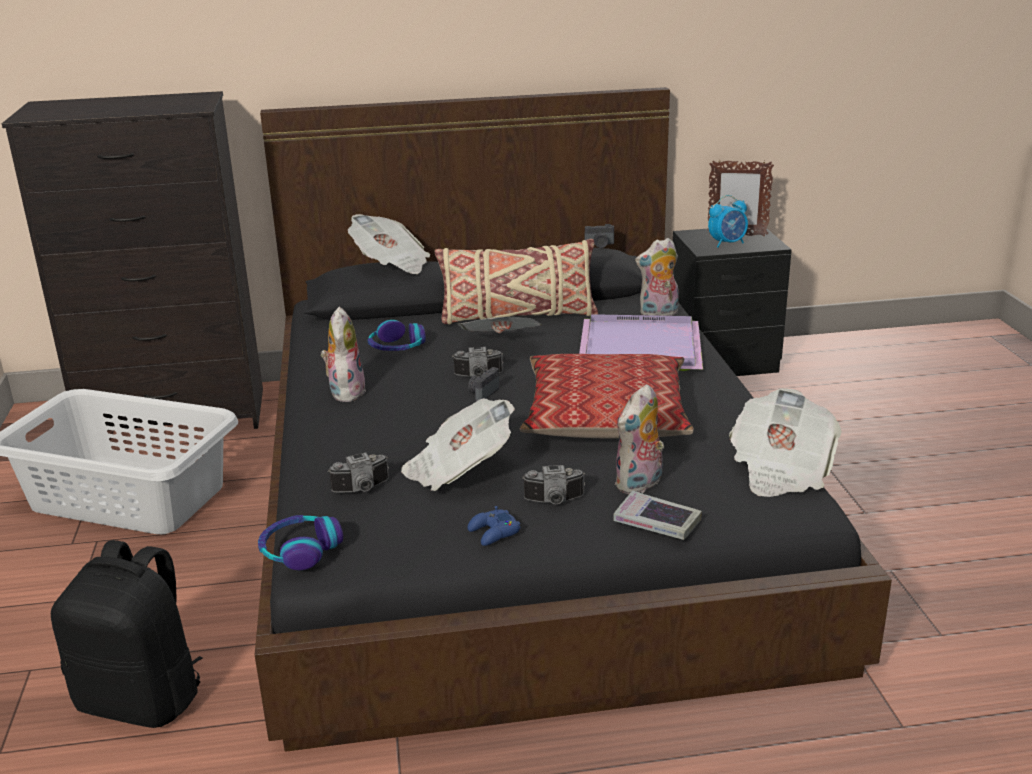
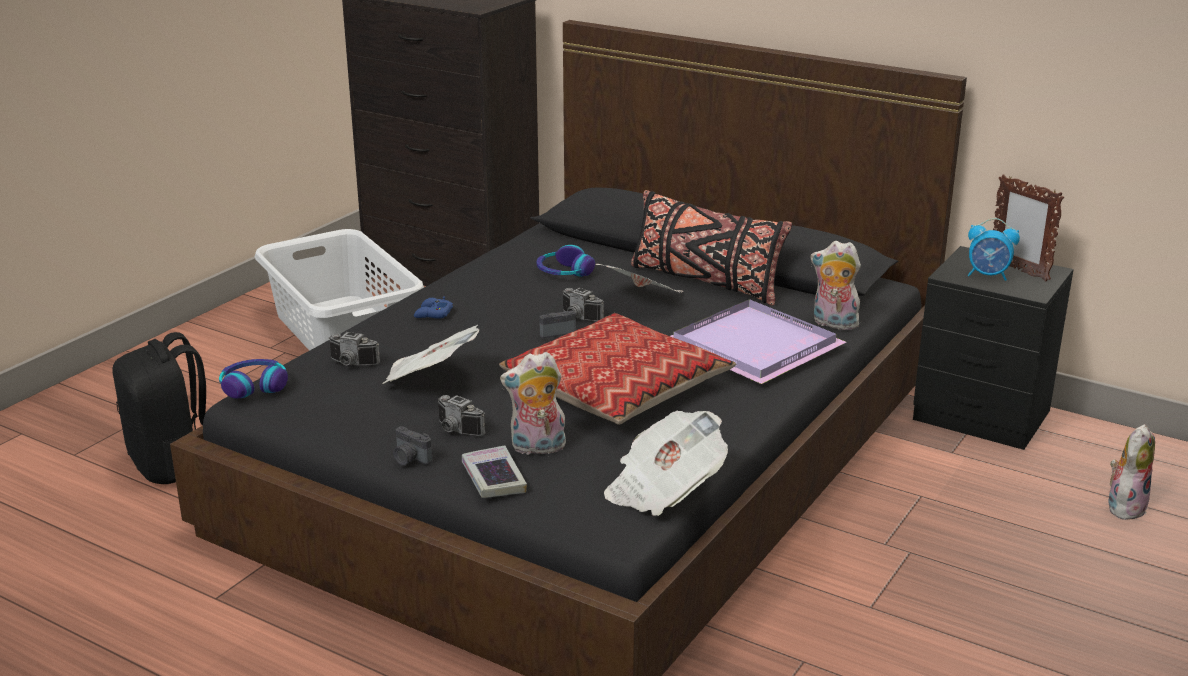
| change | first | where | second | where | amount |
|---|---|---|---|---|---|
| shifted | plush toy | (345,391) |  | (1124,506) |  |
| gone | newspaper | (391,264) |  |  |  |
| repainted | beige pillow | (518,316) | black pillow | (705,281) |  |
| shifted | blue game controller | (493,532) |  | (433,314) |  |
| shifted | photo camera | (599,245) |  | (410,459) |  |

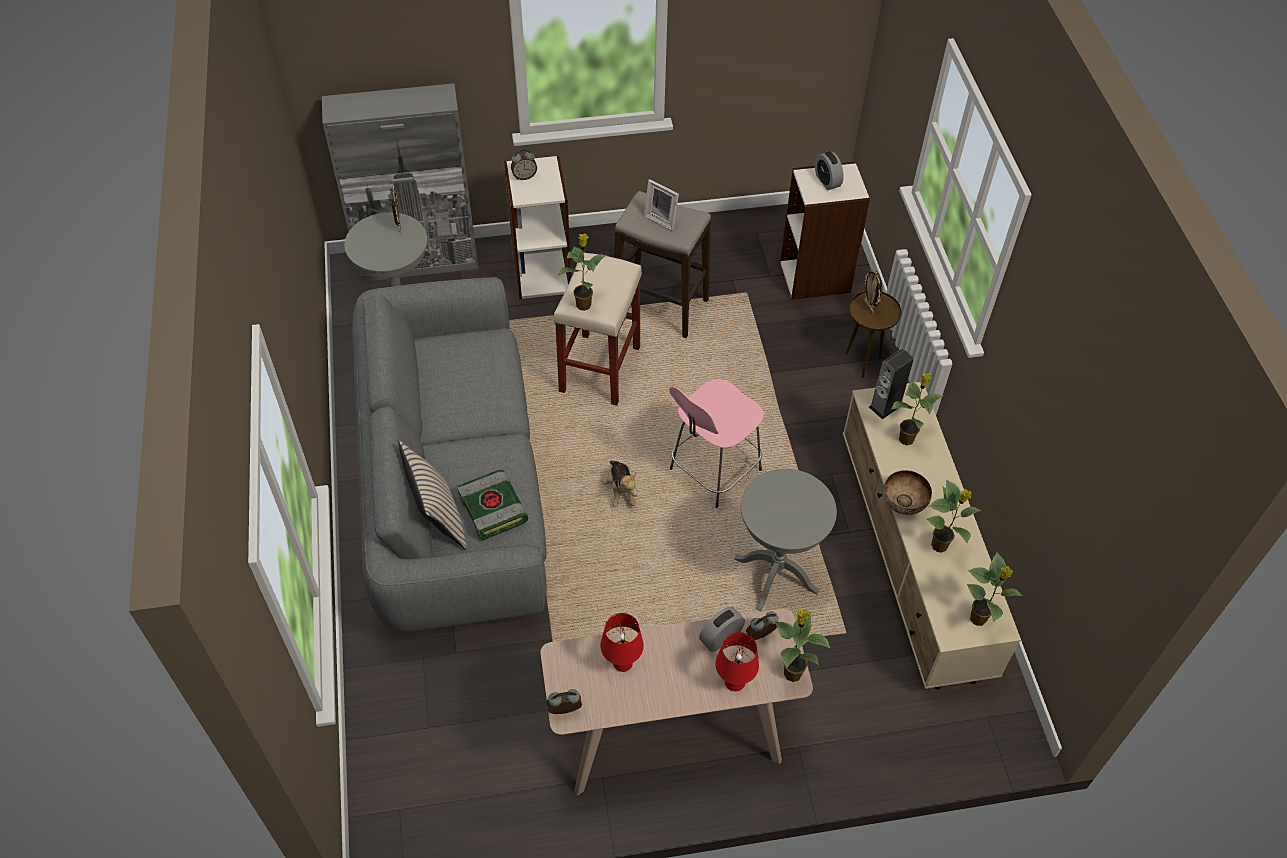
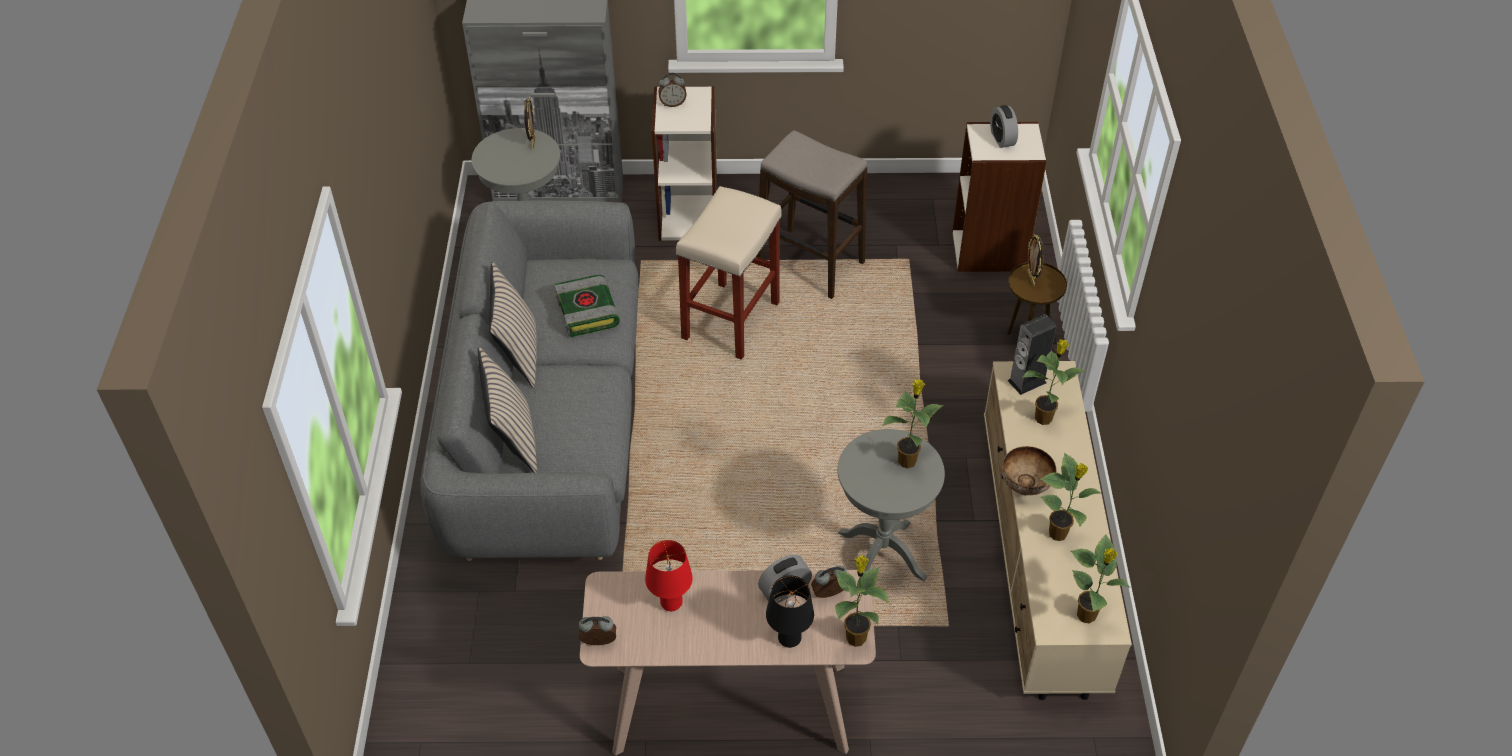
| change | first | where | second | where | amount |
|---|---|---|---|---|---|
| shifted | book | (494,509) |  | (588,312) |  |
| shifted | potted plant | (584,304) |  | (907,460) |  |
| gone | plush toy | (621,490) |  |  |  |
| gone | picture frame | (662,218) |  |  |  |
| gone | pink stool | (713,472) |  |  |  |
| repainted | red table lamp | (734,683) | black table lamp | (789,639) |  |
| new |  |  | beige pillow | (518,354) |  |

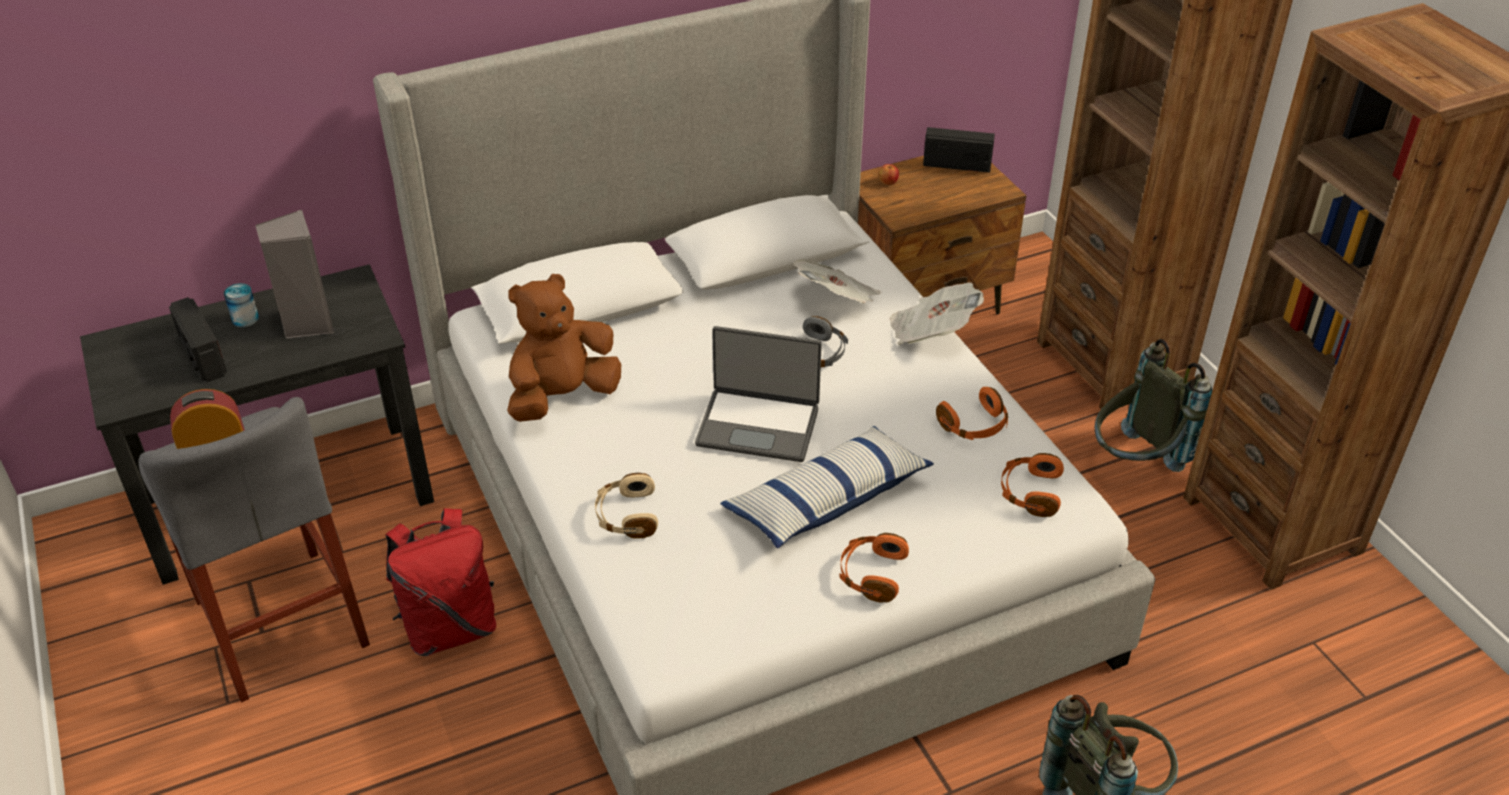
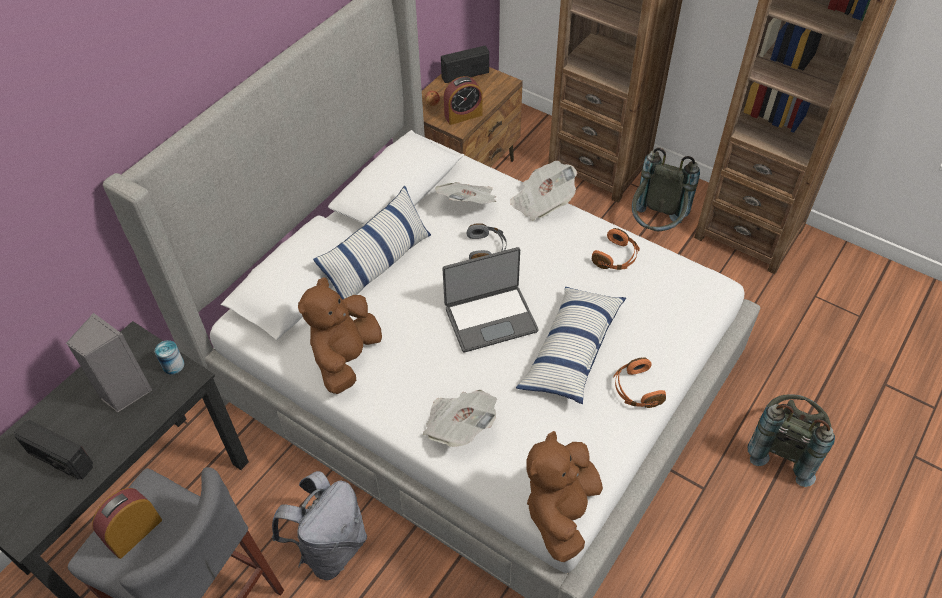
| change | first | where | second | where | amount |
|---|---|---|---|---|---|
| shifted | can | (245,319) |  | (173,365) |  |
| repainted | red backpack | (450,627) | grey backpack | (330,547) |  |
| swapped | beige headphones | (626,516) | newspaper | (459,426) |  |
| gone | orange headphones | (1029,493) |  |  |  |
| new |  |  | pillow | (378,265) |  |
| new |  |  | alarm clock | (463,115) |  |
| new |  |  | brown plush toy | (561,511) |  |

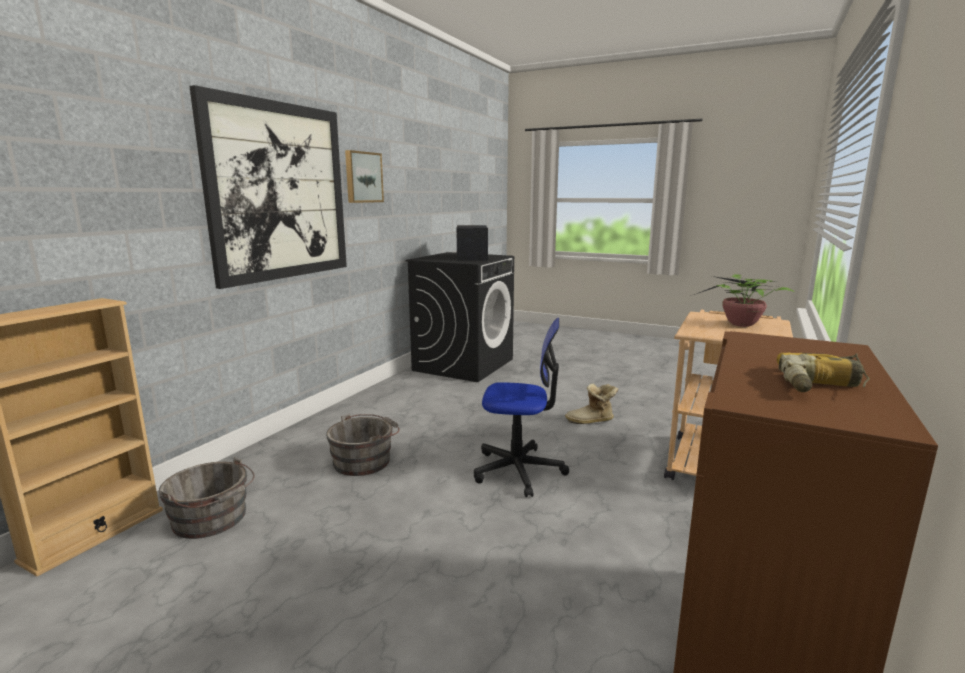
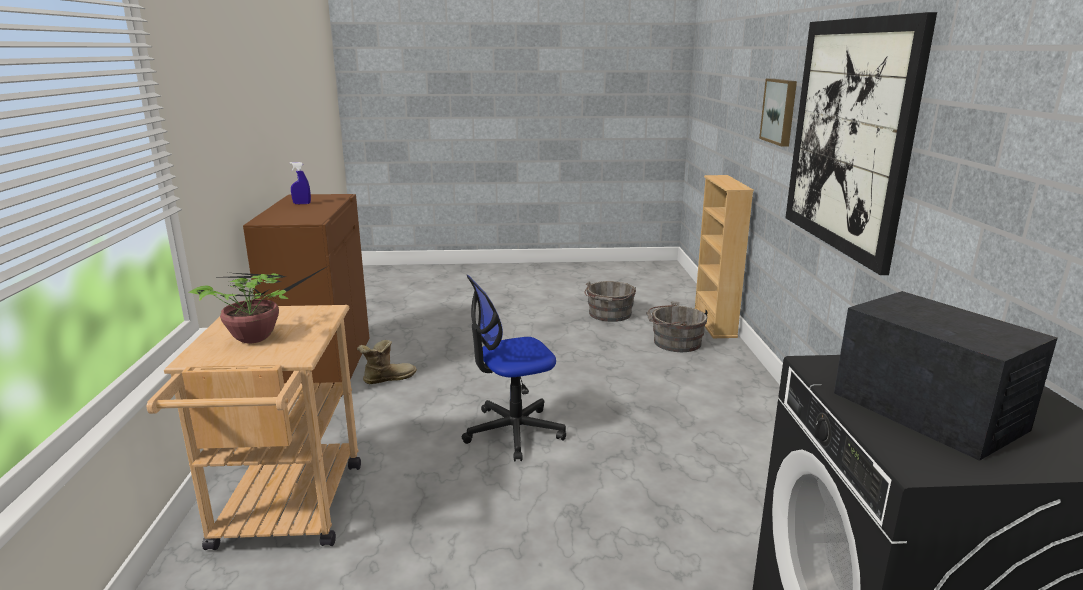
| change | first | where | second | where | amount |
|---|---|---|---|---|---|
| shifted | grey bucket | (365,461) |  | (609,315) |  |
| shifted | picture | (363,177) |  | (780,111) |  |
| shifted | boot | (591,421) |  | (387,378) |  |
| swapped | power drill | (822,384) | blue spray bottle | (302,204) |  |

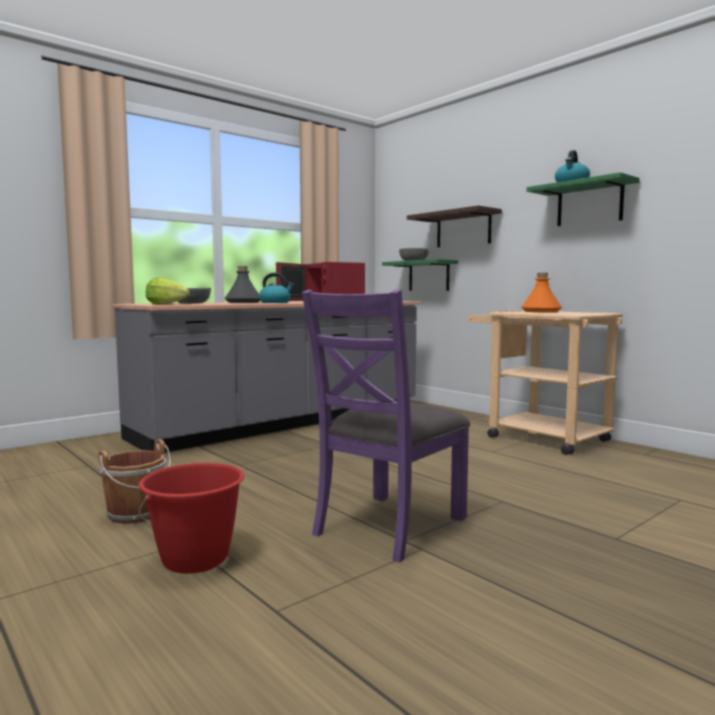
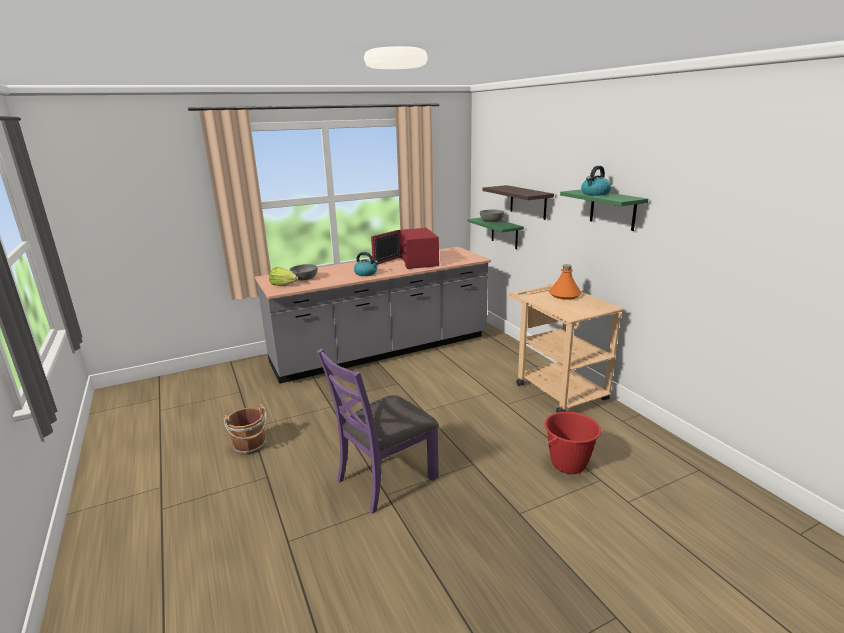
| change | first | where | second | where | amount |
|---|---|---|---|---|---|
| shifted | red bucket | (195,559) |  | (568,464) |  |
| gone | grey bottle | (243,302) |  |  |  |

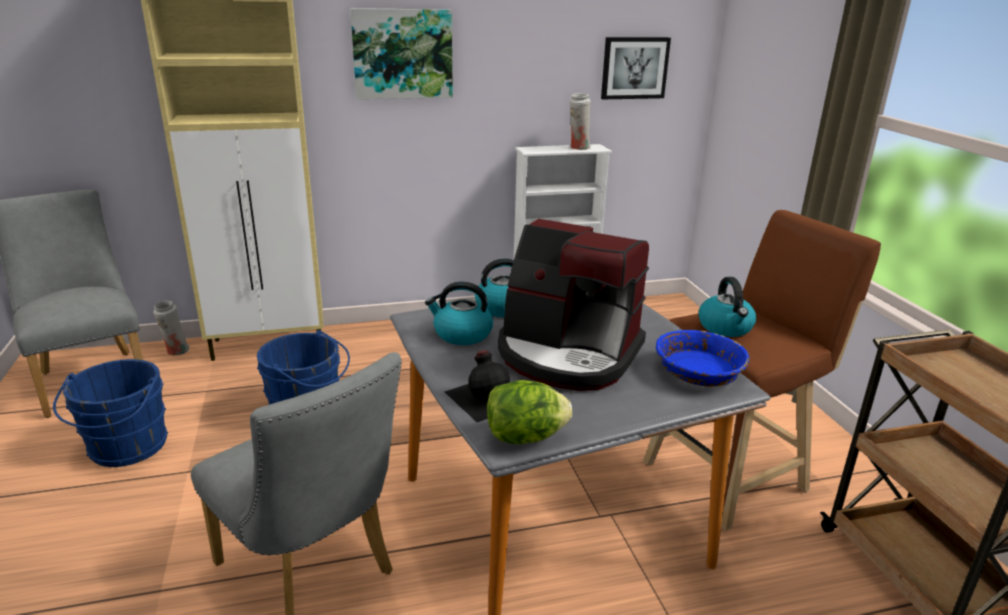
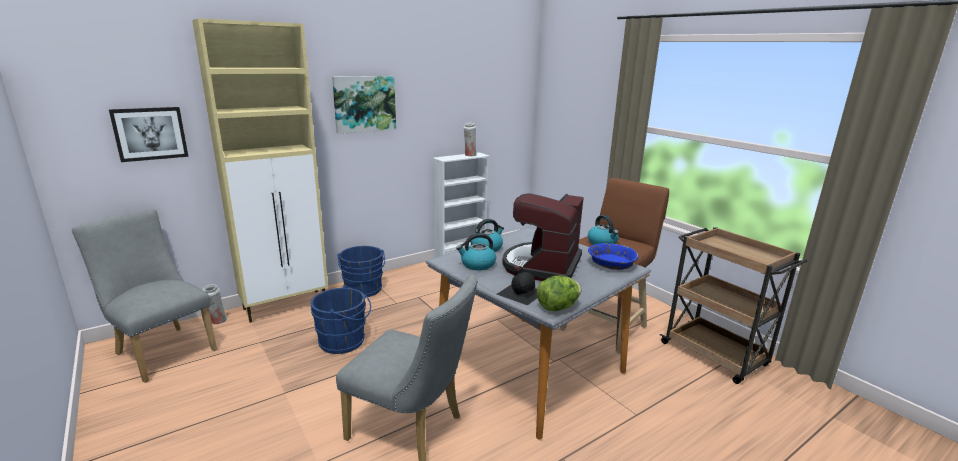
| change | first | where | second | where | amount |
|---|---|---|---|---|---|
| shifted | blue bucket | (125,448) |  | (363,290) |  |
| rotated | coffee machine | (568,354) |  | (542,266) | 105 degrees clockwise |
| shifted | picture | (634,68) |  | (150,133) |  |

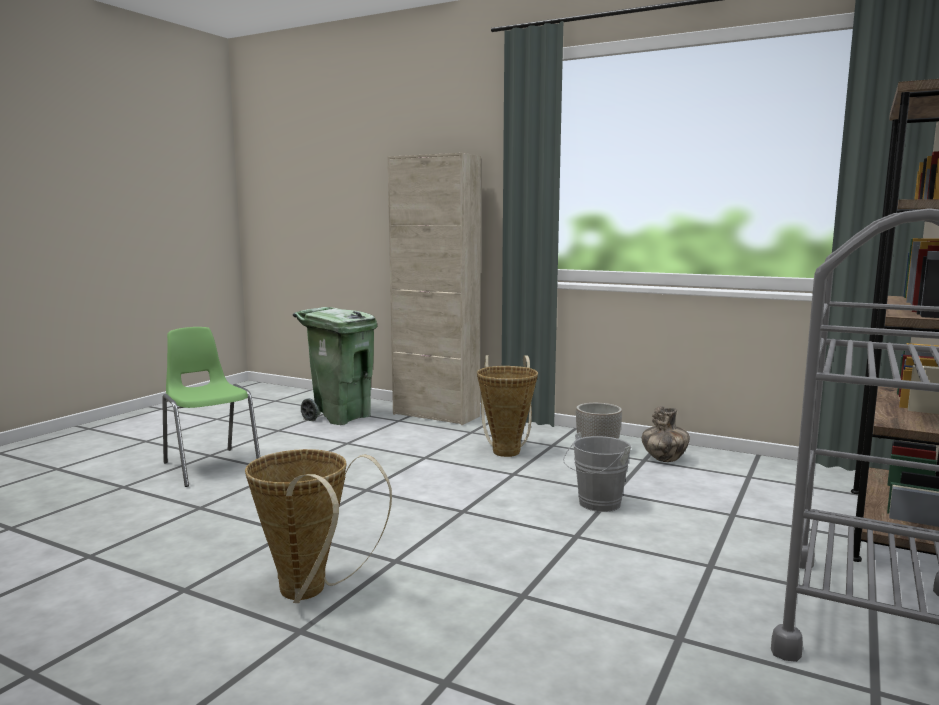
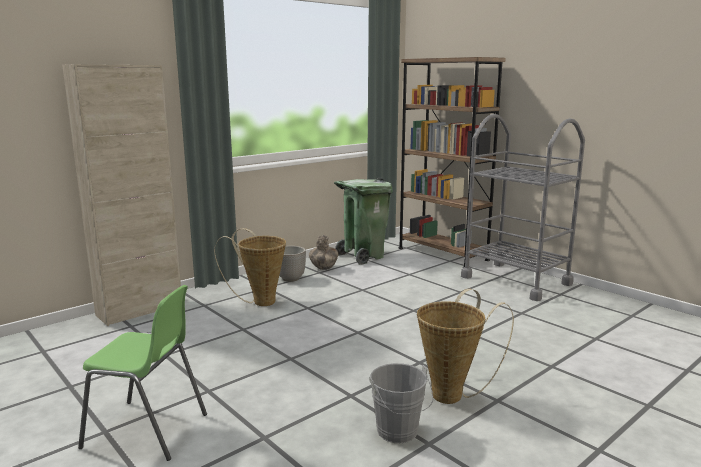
| change | first | where | second | where | amount |
|---|---|---|---|---|---|
| rotated | green chair | (211,466) |  | (147,430) | 150 degrees counterclockwise |
| shifted | green trash can | (341,417) |  | (363,256) |  |
| shifted | grey bucket | (596,505) |  | (399,433) |  |

